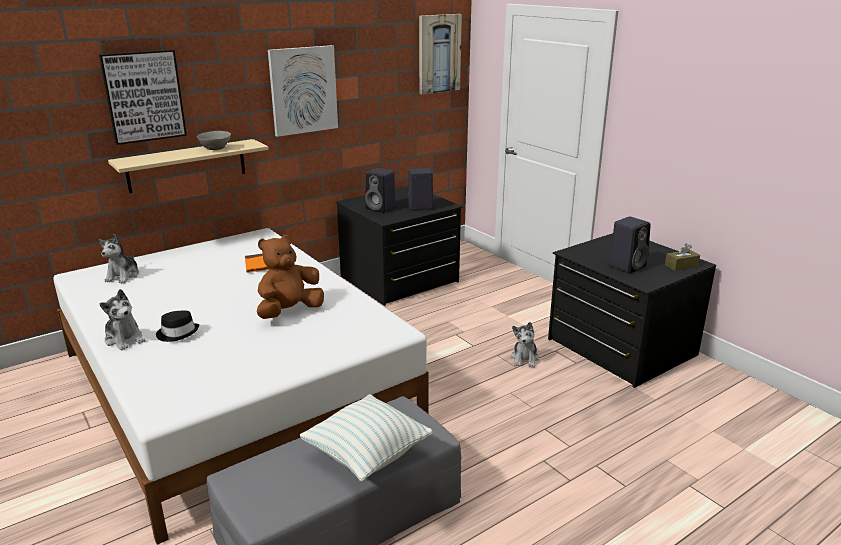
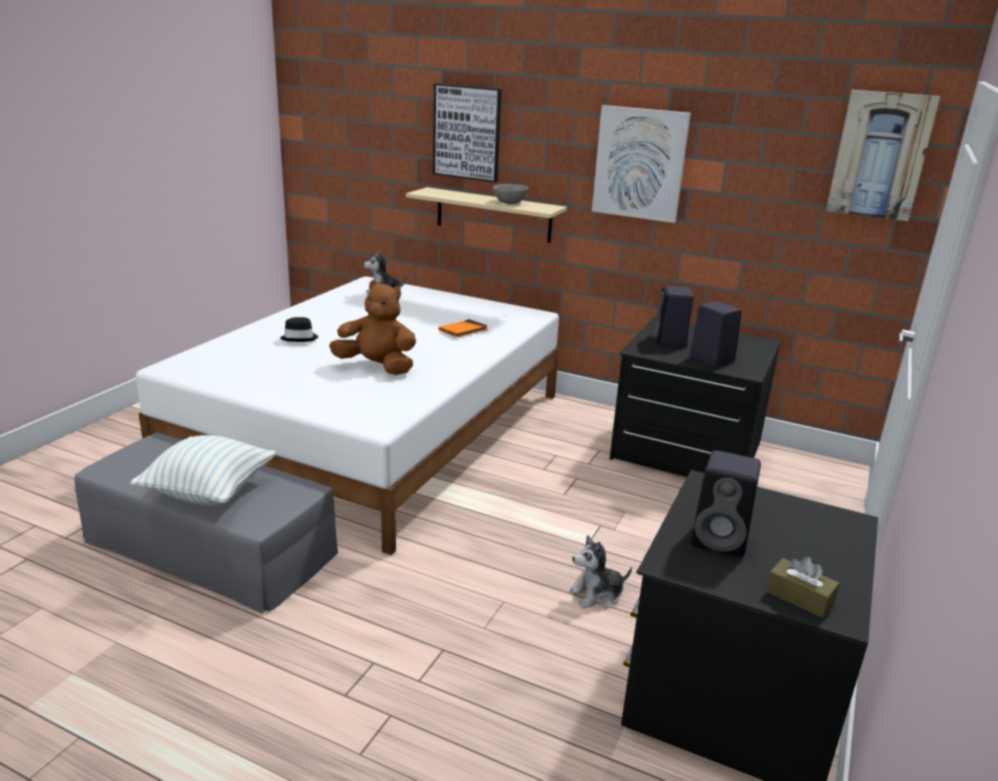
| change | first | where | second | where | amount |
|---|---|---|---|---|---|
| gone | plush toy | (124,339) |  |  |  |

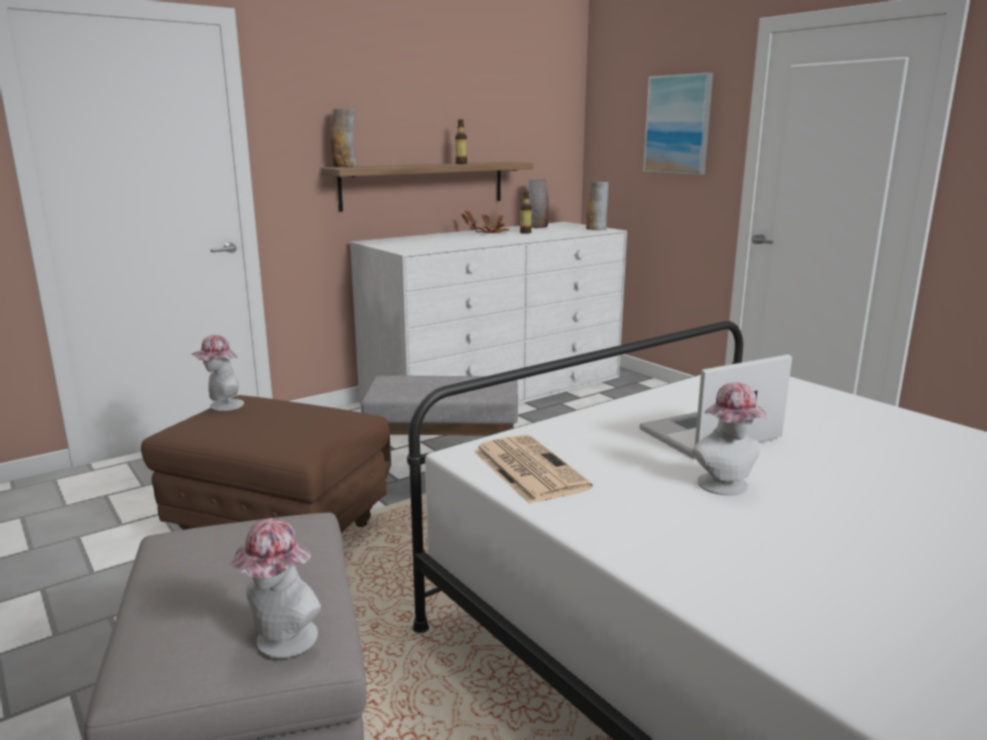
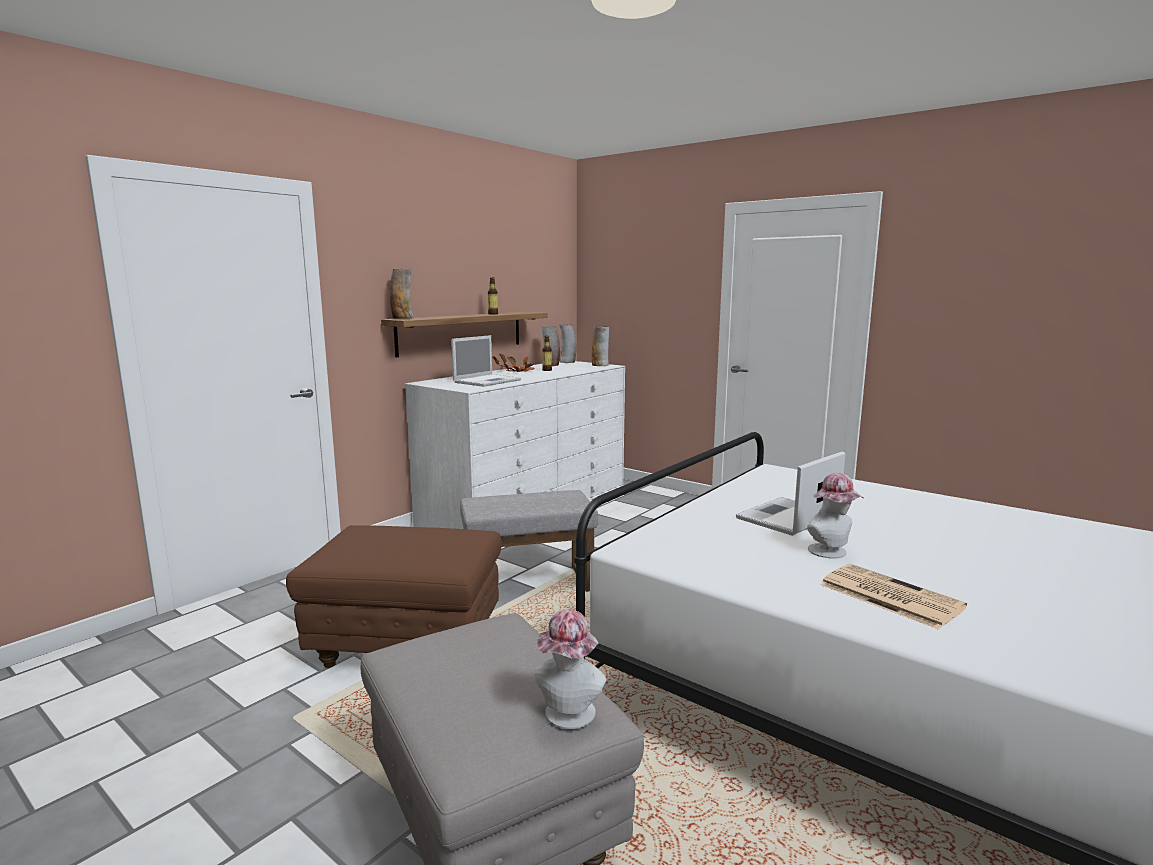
| change | first | where | second | where | amount |
|---|---|---|---|---|---|
| gone | hat | (222,406) |  |  |  |
| shifted | newspaper | (527,469) |  | (888,596) |  |
| gone | picture | (678,124) |  |  |  |
| new |  |  | laptop | (488,381) |  |
| new |  |  | vase | (567,362) |  |

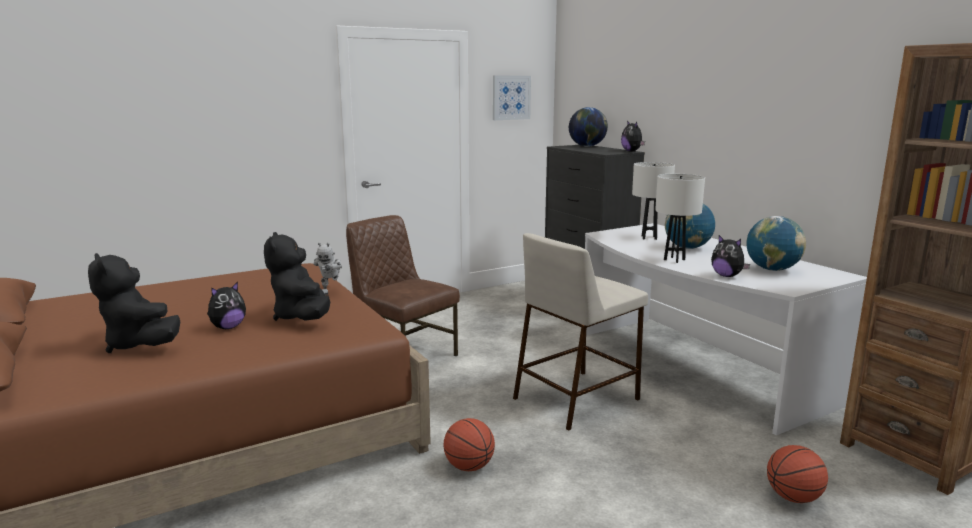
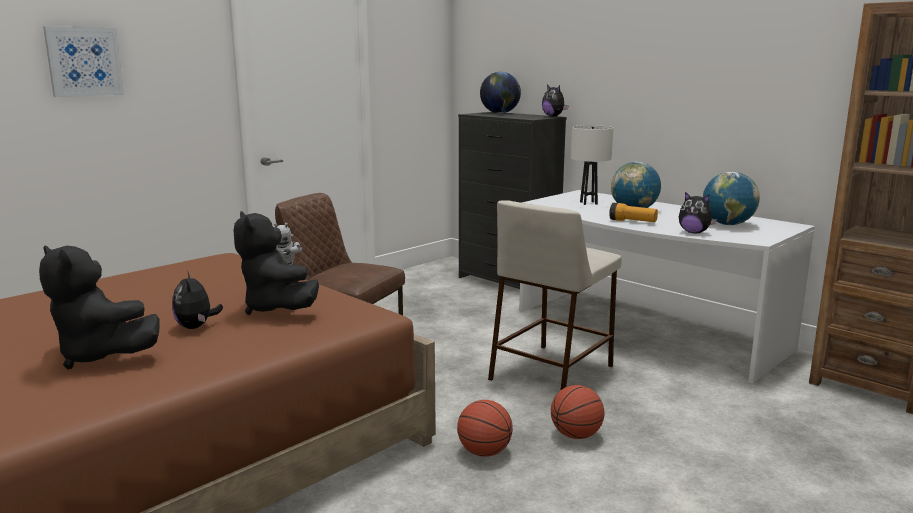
| change | first | where | second | where | amount |
|---|---|---|---|---|---|
| rotated | plush toy | (228,327) |  | (196,327) | 135 degrees clockwise |
| shifted | picture | (511,97) |  | (84,62) |  |
| swapped | white table lamp | (674,260) | flashlight | (632,221) |  |
| shifted | basketball | (793,497) |  | (576,435) |  |

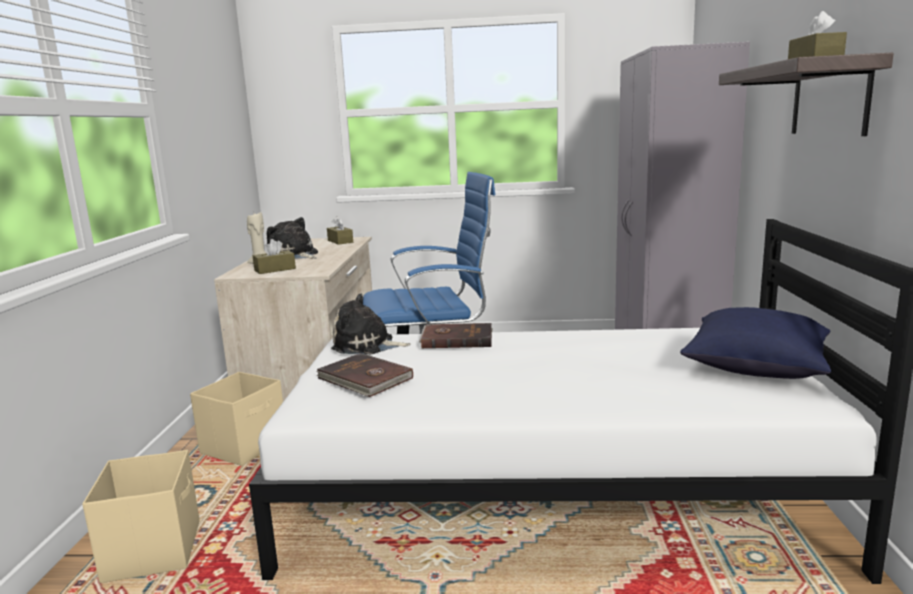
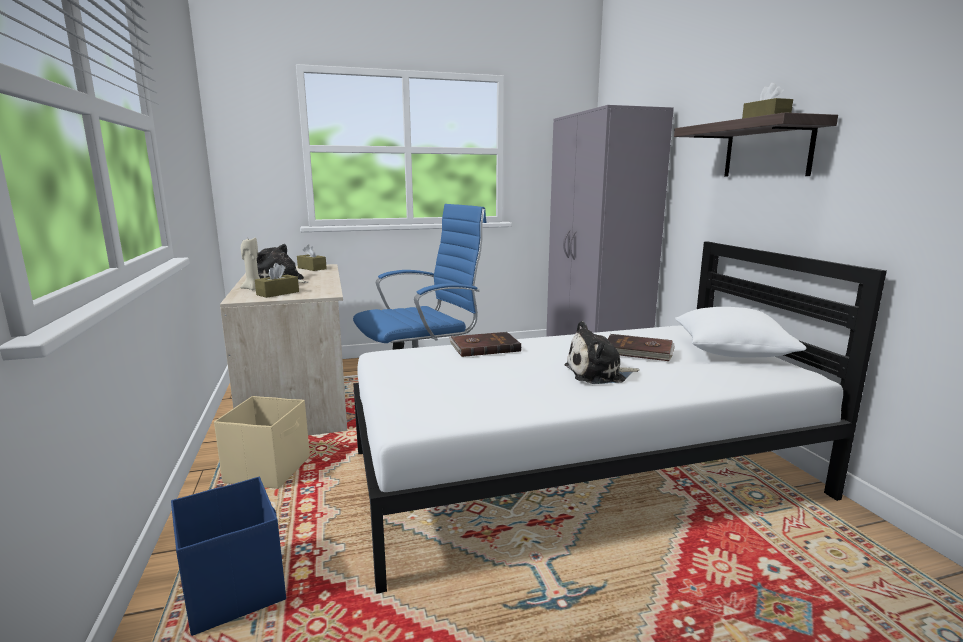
| change | first | where | second | where | amount |
|---|---|---|---|---|---|
| repainted | beige storage box | (154,550) | blue storage box | (234,588) |  |
| shifted | brown book | (364,379) |  | (638,351) |  |
| shifted | plush toy | (367,345) |  | (598,374) |  |
| repainted | blue pillow | (756,367) | white pillow | (731,351) |  |

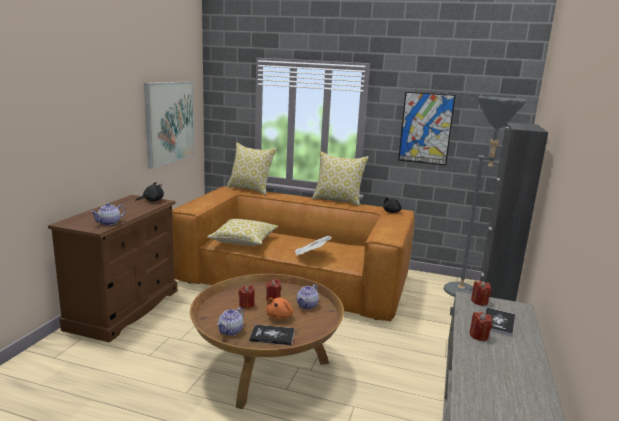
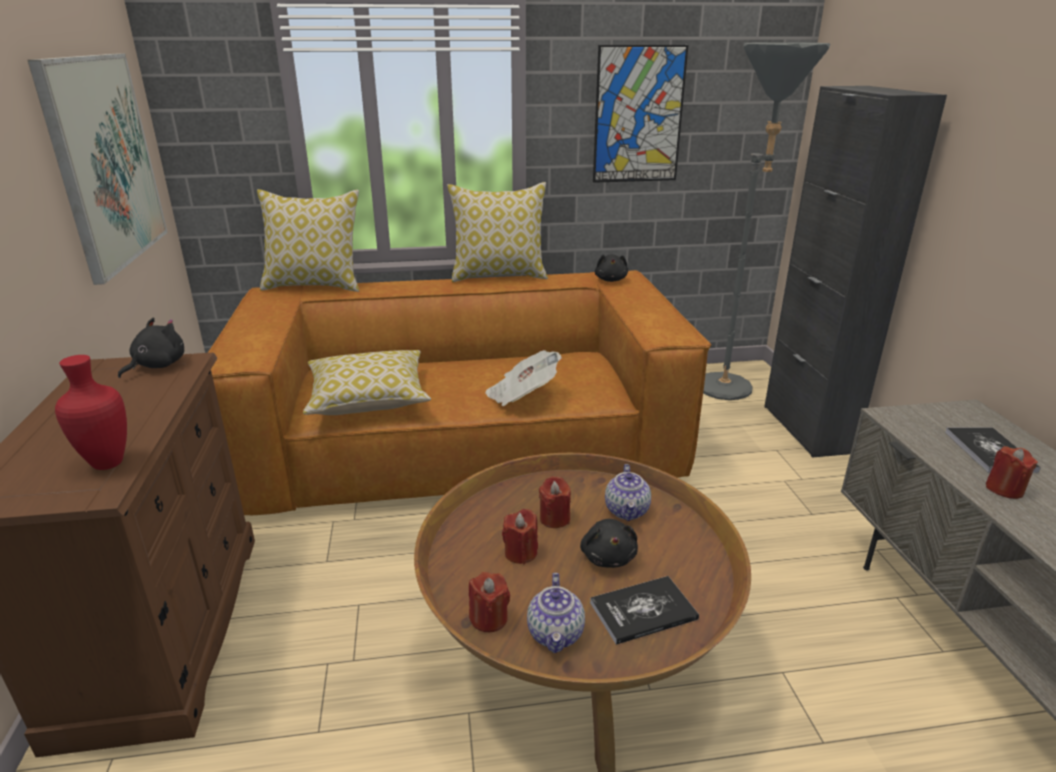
| change | first | where | second | where | amount |
|---|---|---|---|---|---|
| swapped | teapot | (109,223) | red vase | (110,463) |  |
| repainted | orange plush toy | (280,316) | black plush toy | (608,556) |  |
| shifted | red candle | (479,301) |  | (489,618) |  |

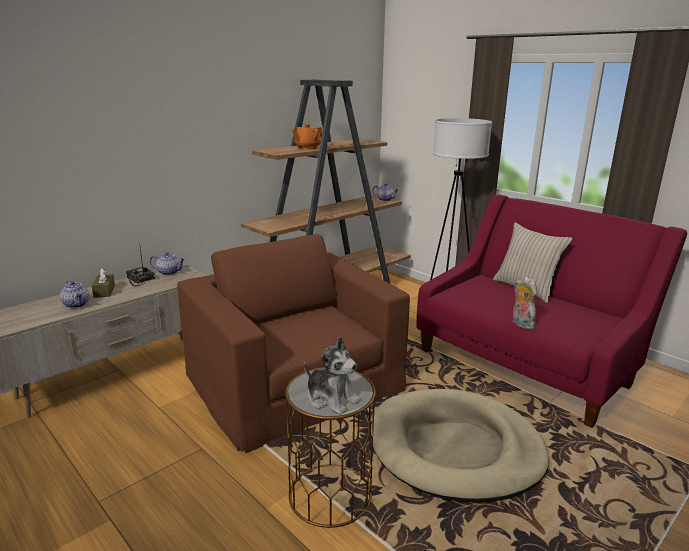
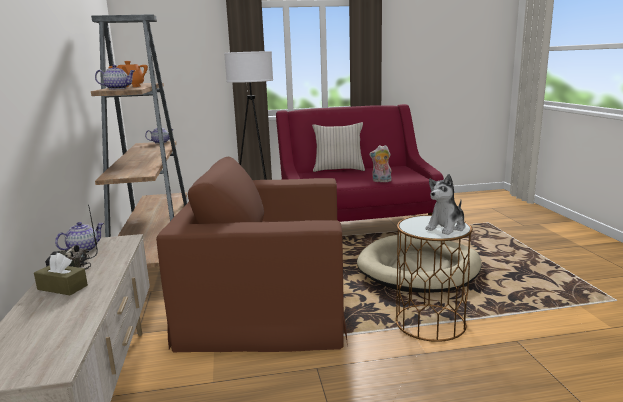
| change | first | where | second | where | amount |
|---|---|---|---|---|---|
| shifted | teapot | (77,304) |  | (117,88) |  |
| rotated | plush toy | (331,398) |  | (446,227) | 150 degrees clockwise |

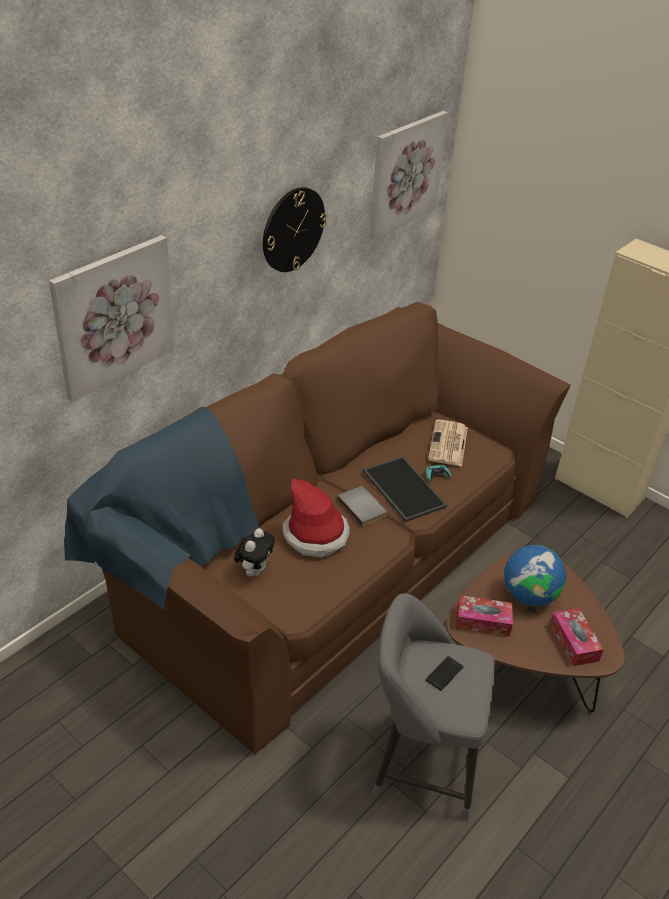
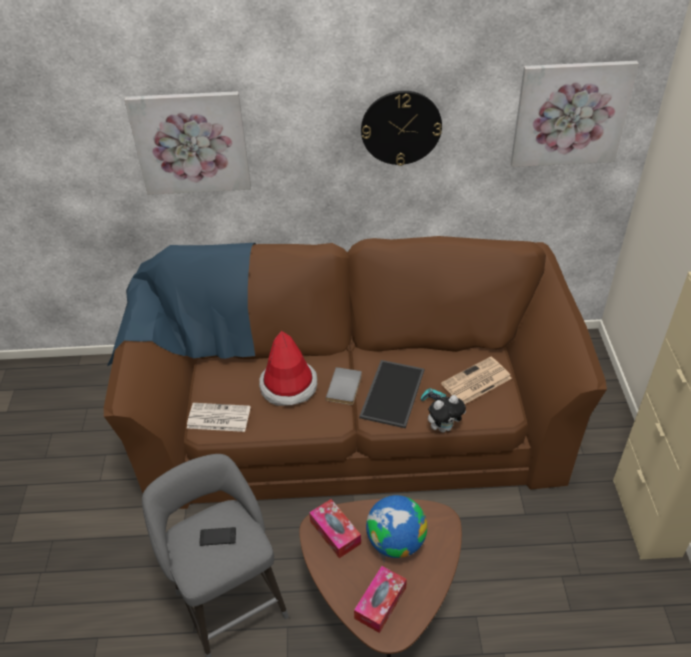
| change | first | where | second | where | amount |
|---|---|---|---|---|---|
| shifted | plush toy | (254,570) |  | (444,427) |  |
| new |  |  | newspaper | (217,418) |  |

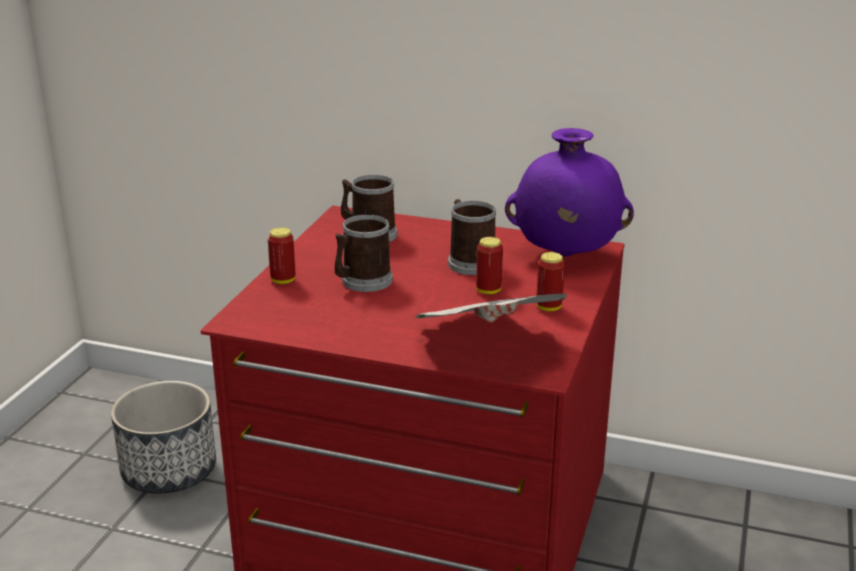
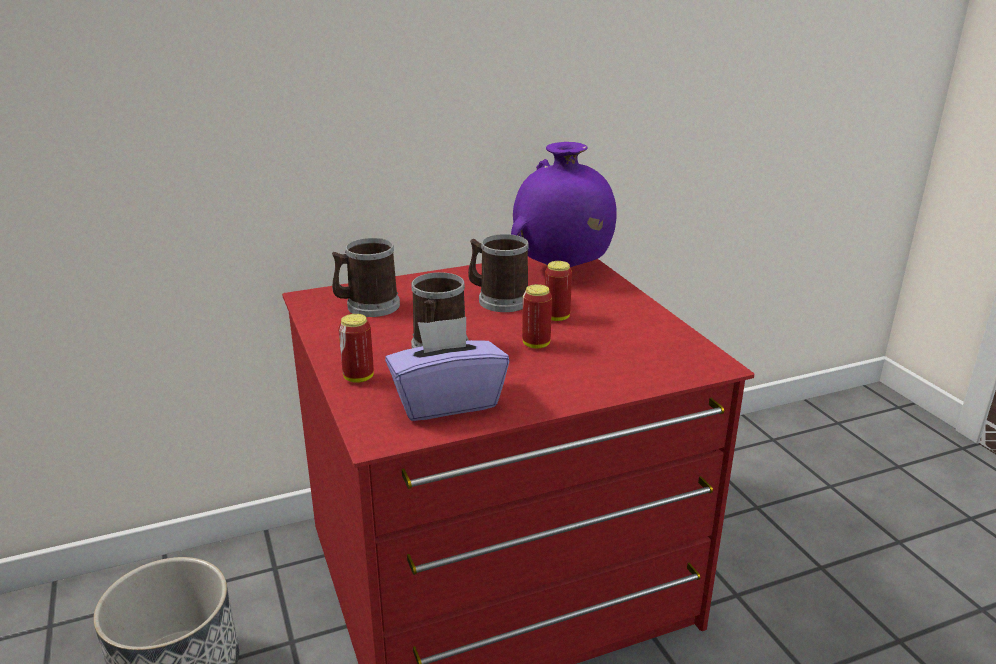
| change | first | where | second | where | amount |
|---|---|---|---|---|---|
| gone | newspaper | (488,344) |  |  |  |
| shifted | can | (548,307) |  | (536,344) |  |
| new |  |  | purple tissue box | (447,401) |  |

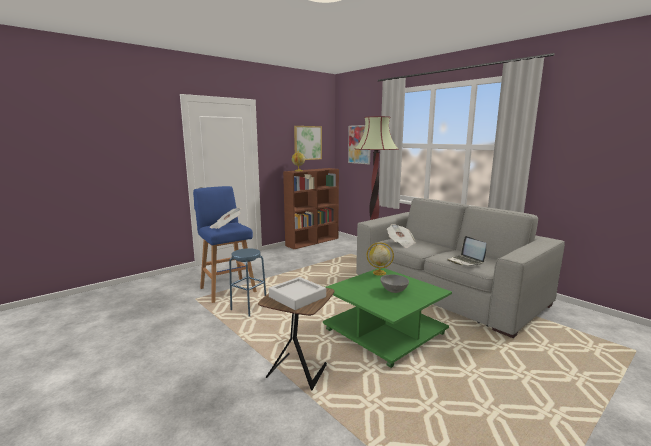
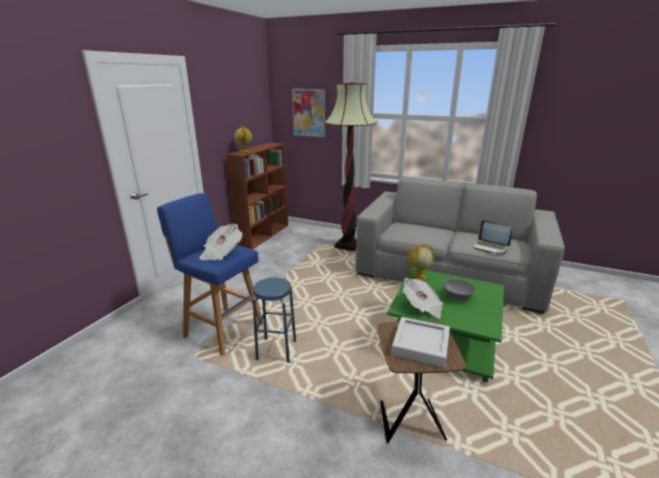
| change | first | where | second | where | amount |
|---|---|---|---|---|---|
| gone | picture | (307,143) |  |  |  |
| shifted | newspaper | (400,243) |  | (422,307) |  |

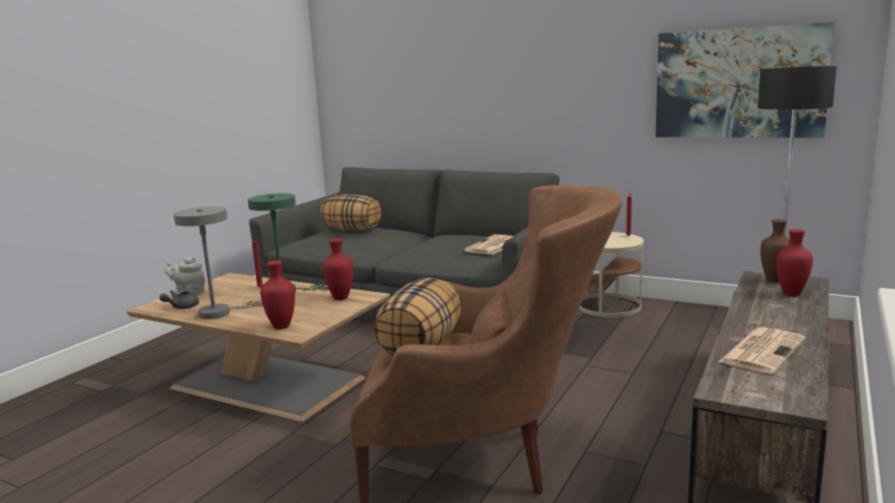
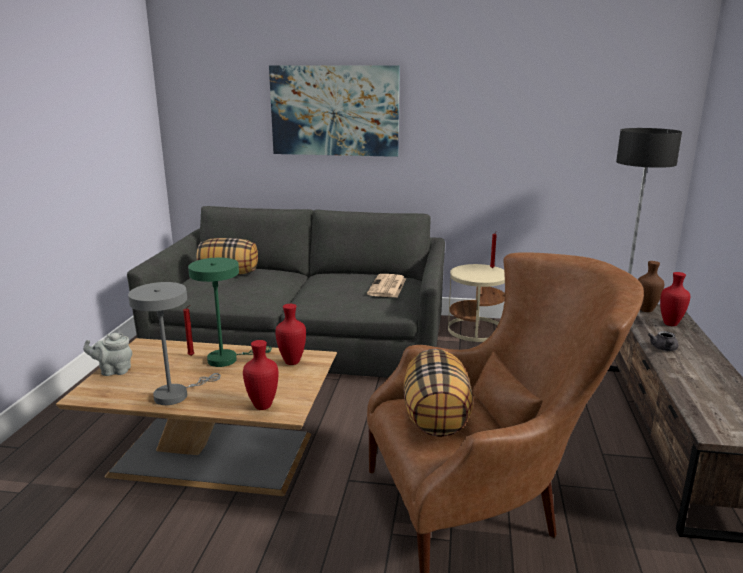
| change | first | where | second | where | amount |
|---|---|---|---|---|---|
| shifted | grey teapot | (181,307) |  | (664,349) |  |
| shifted | picture | (739,83) |  | (334,111) |  |
| gone | newspaper | (762,350) |  |  |  |

